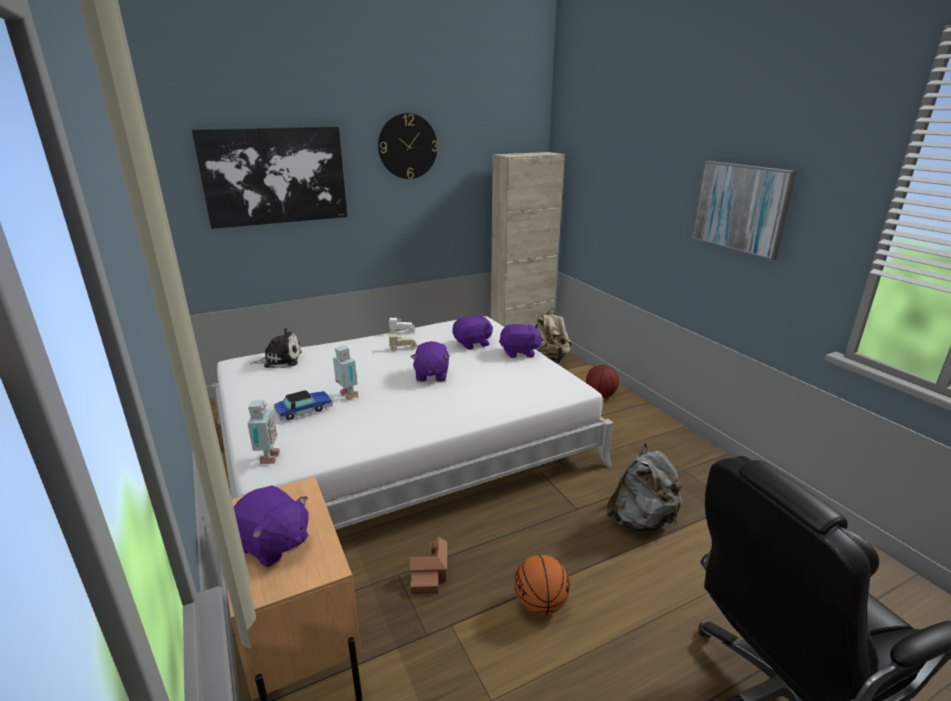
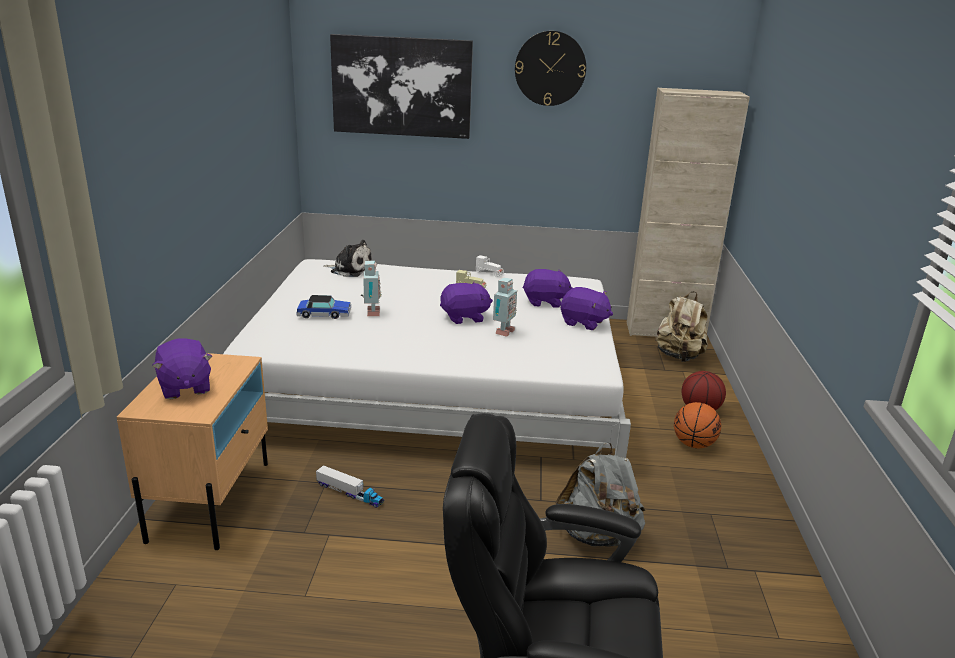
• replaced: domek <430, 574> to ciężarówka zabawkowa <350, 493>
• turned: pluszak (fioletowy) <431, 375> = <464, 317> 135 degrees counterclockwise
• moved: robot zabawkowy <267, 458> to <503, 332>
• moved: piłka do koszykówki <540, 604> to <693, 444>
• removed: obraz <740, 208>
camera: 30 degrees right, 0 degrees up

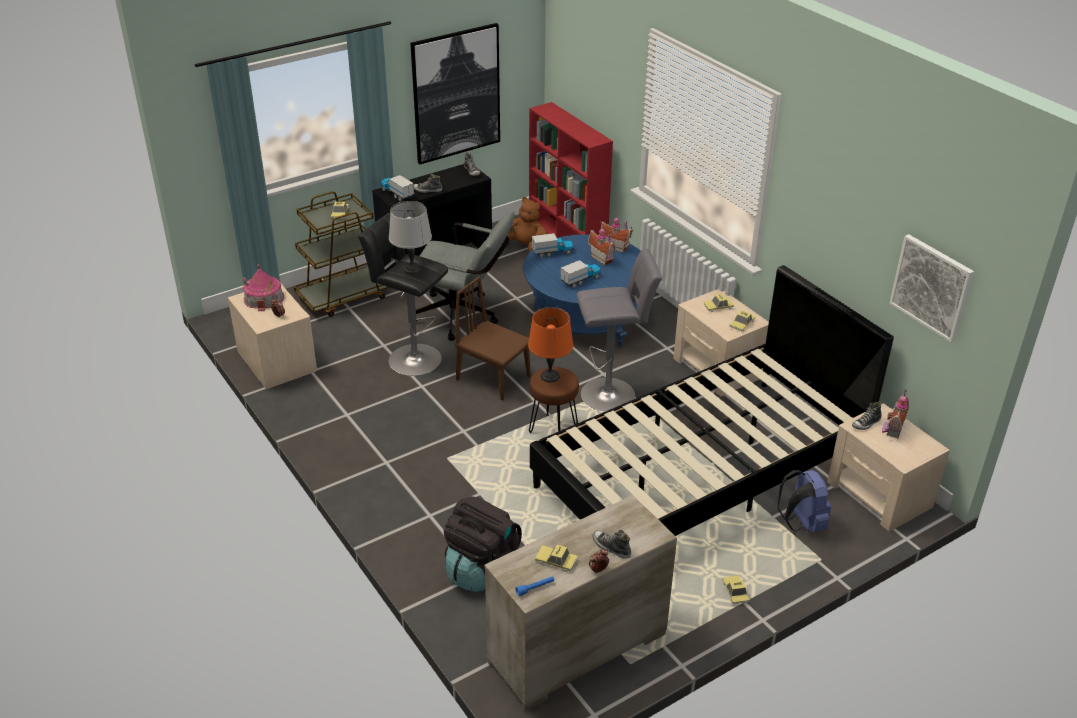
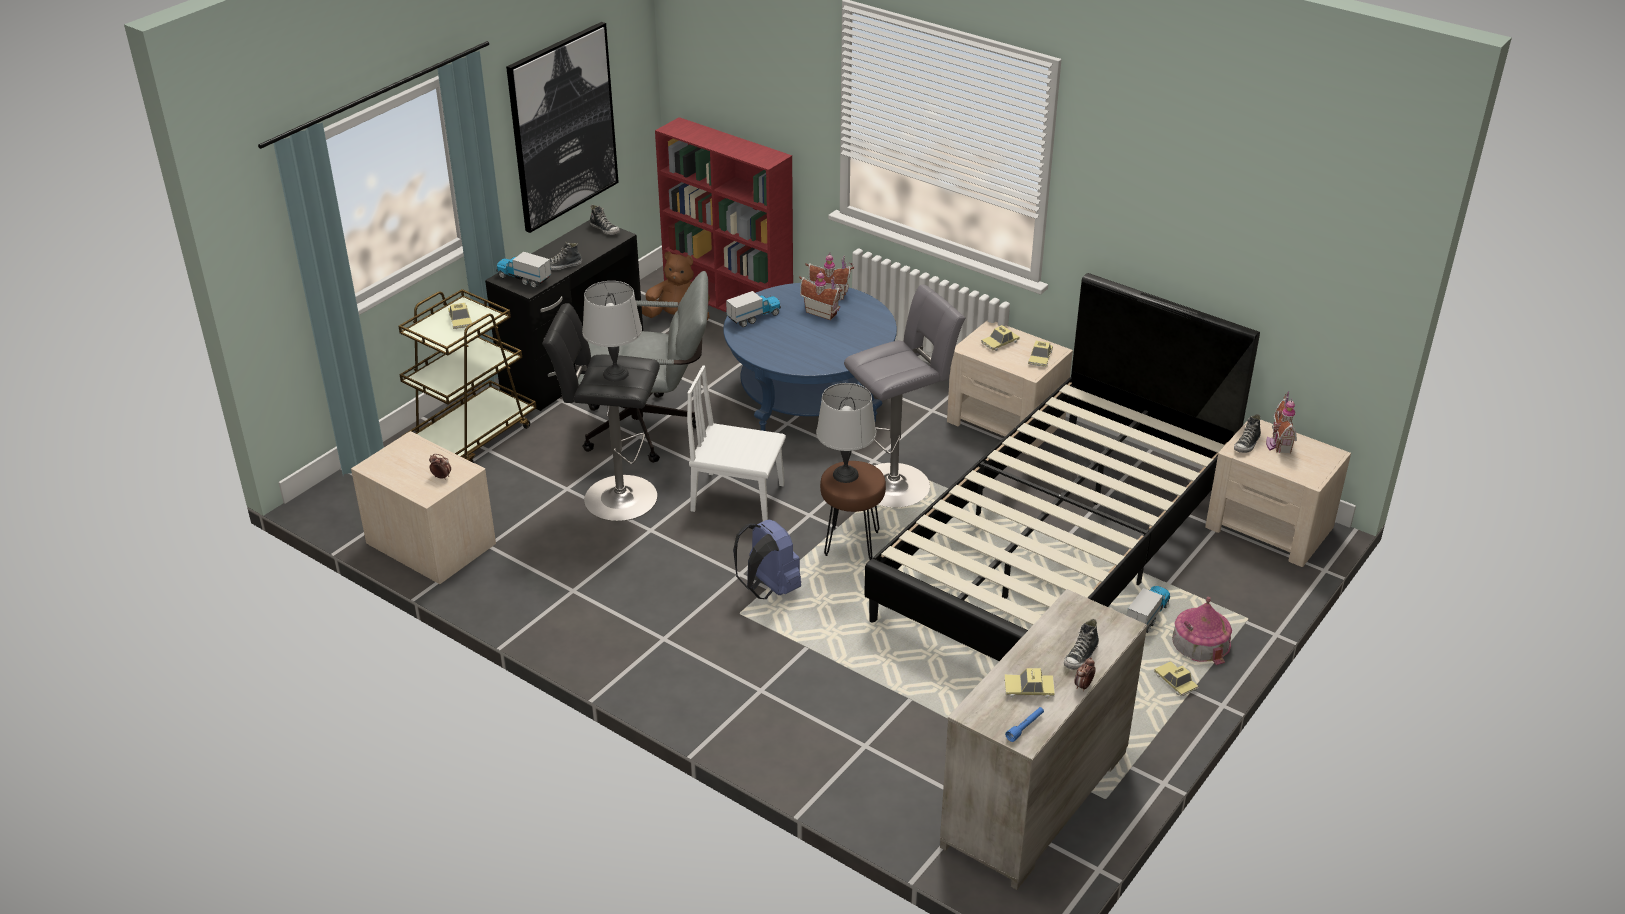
• recoloured: krzesło (brązowy) <493, 378> to krzesło (biały) <738, 497>
• moved: plecak (niebieski) <801, 523> to <768, 589>
• recoloured: lampa stołowa (pomarańczowy) <549, 376> to lampa stołowa (szary) <845, 475>
• turned: but <611, 547> = <1081, 656> 75 degrees counterclockwise
• moved: ciężarówka zabawkowa <580, 280> to <1147, 616>
• moved: domek <264, 298> to <1200, 642>
• removed: plecak (czarny) <481, 569>
• removed: obraz <931, 287>
camera: 20 degrees left, 0 degrees up

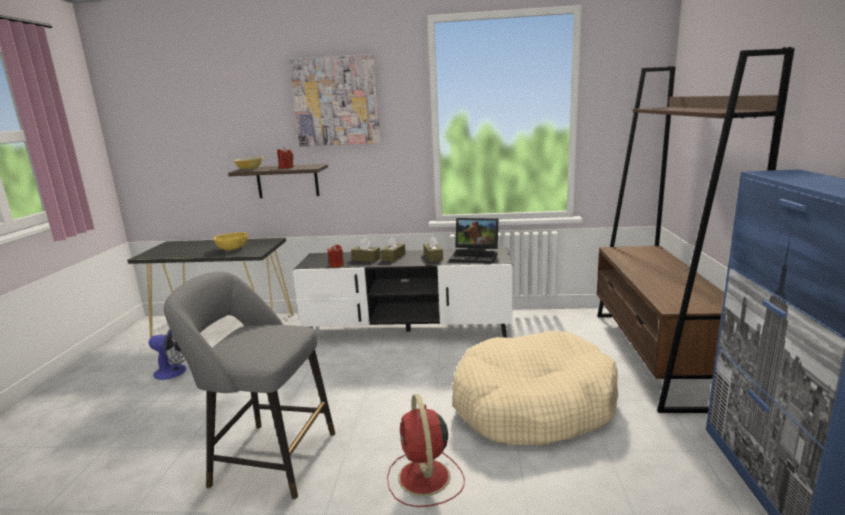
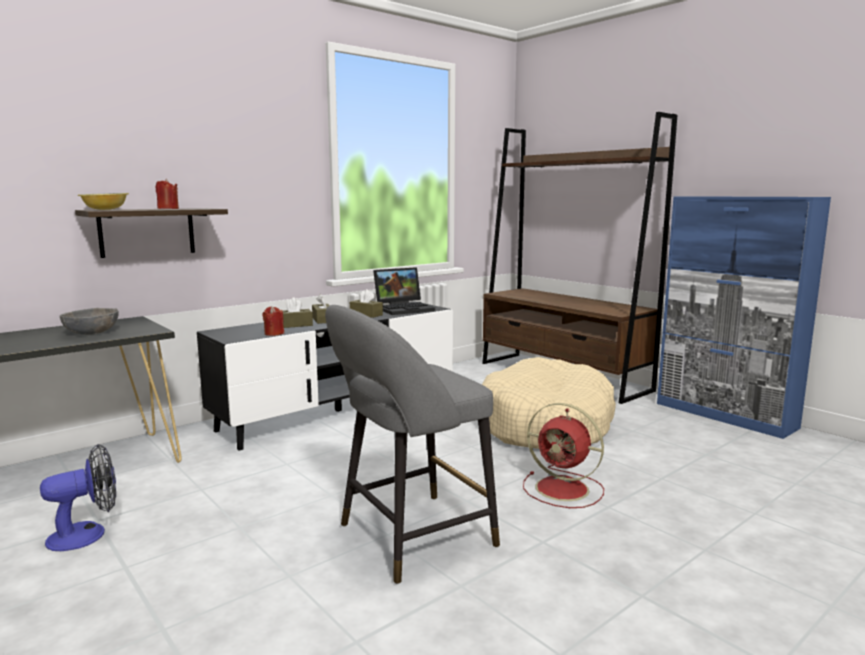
• recoloured: miska (żółty) <232, 248> to miska (szary) <92, 333>
• removed: obraz <336, 101>
camera: 45 degrees left, 5 degrees down

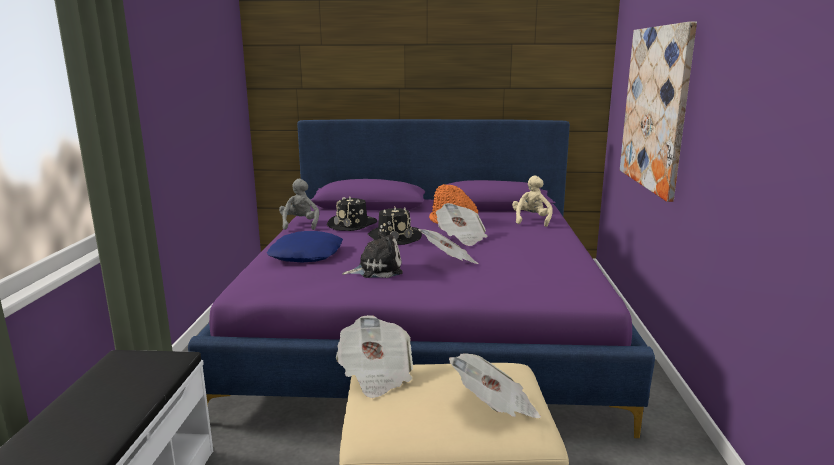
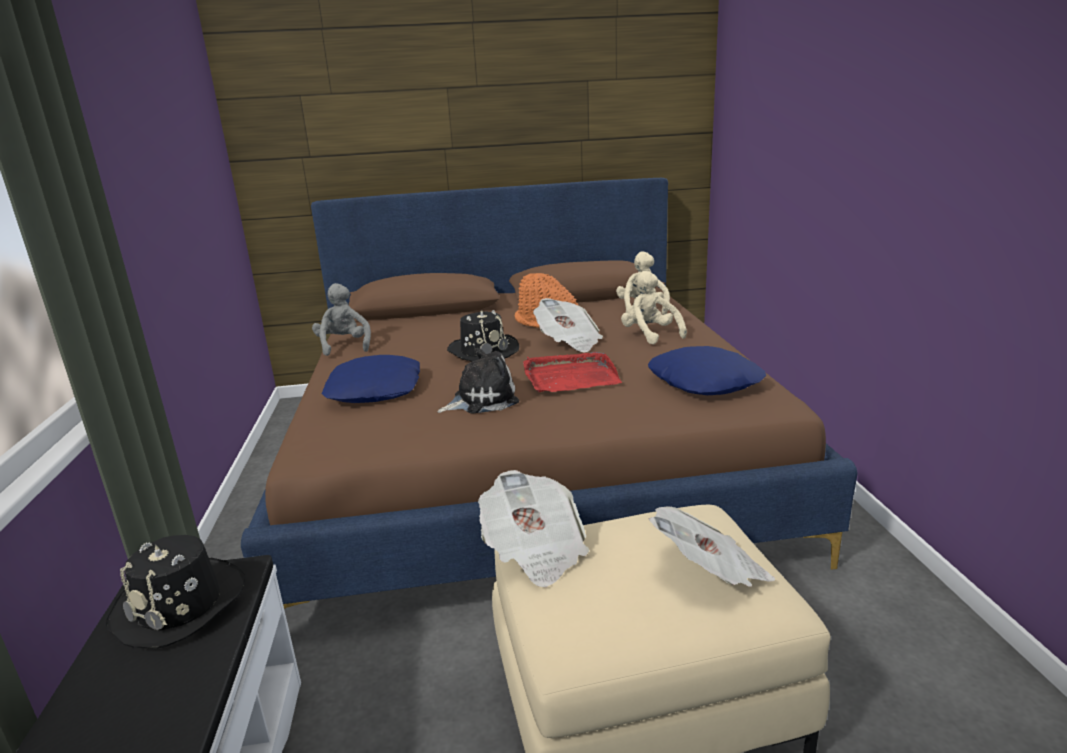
• moved: kapelusz (czarny) <352, 224> to <181, 605>
• recoloured: łóżko (fioletowy) <426, 326> to łóżko (brązowy) <528, 459>
• replaced: gazeta <449, 261> to taca (czerwony) <569, 377>
• added: pluszak (beżowy) <650, 335>
• added: poduszka (niebieski) <705, 381>
• removed: obraz <655, 108>
camera: 10 degrees left, 5 degrees up

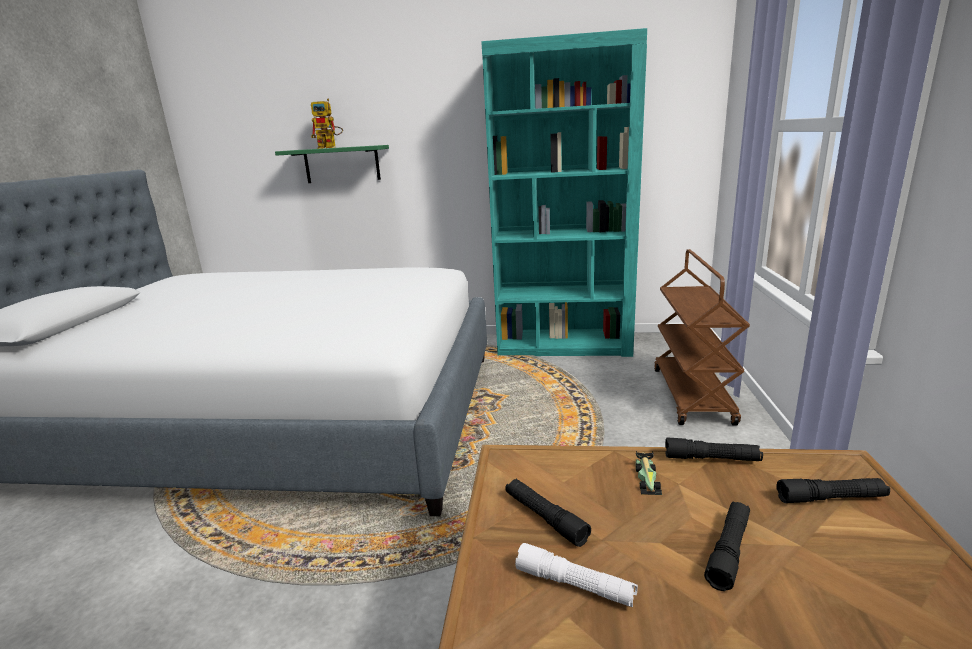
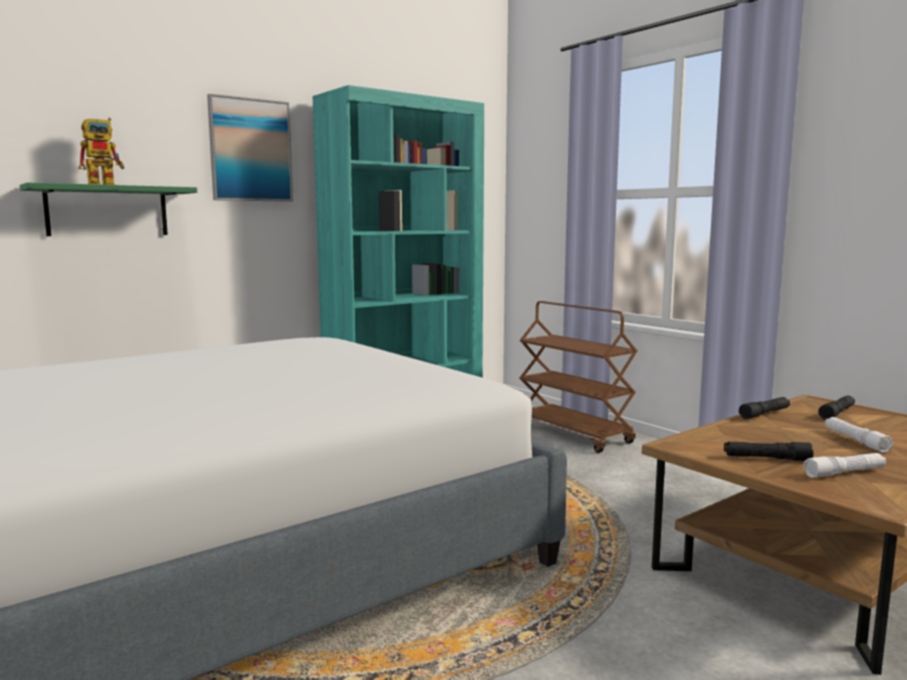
• added: obraz <250, 150>
• recoloured: latarka (czarny) <729, 551> to latarka (biały) <855, 440>
• removed: samochodzik <646, 477>
camera: 45 degrees left, 10 degrees down

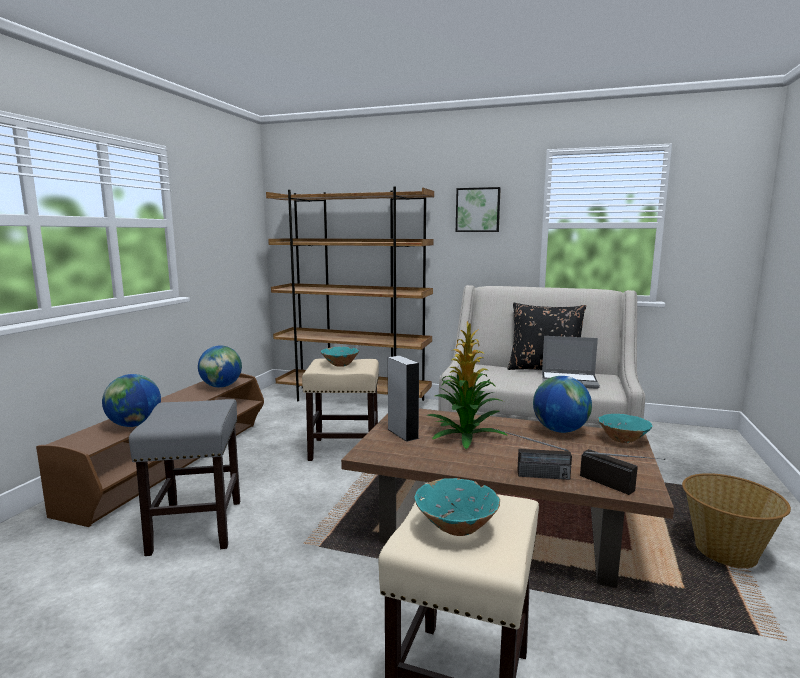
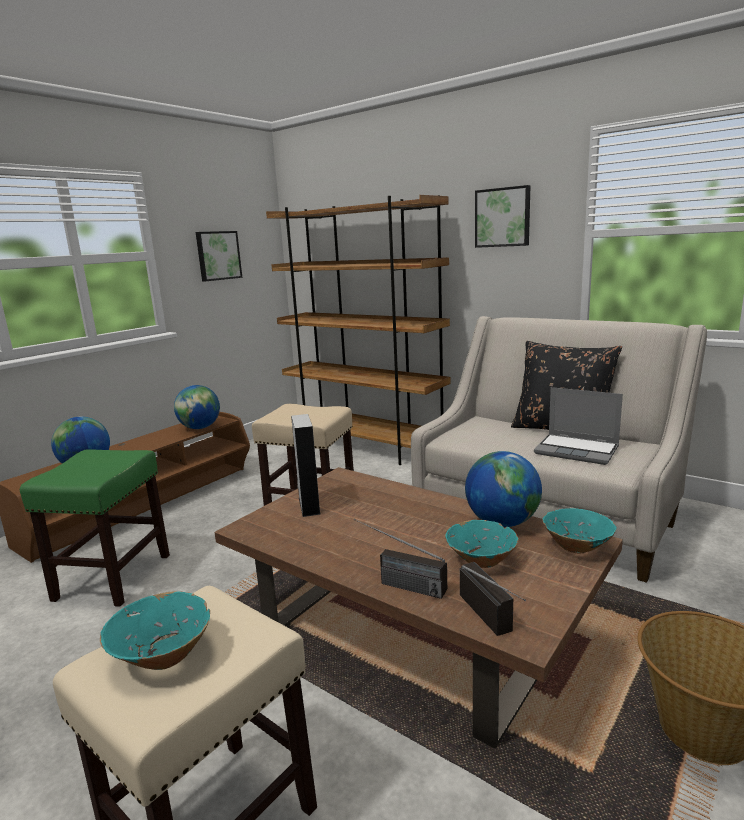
• recoloured: stołek (szary) <197, 525> to stołek (zielony) <114, 576>
• added: obraz <218, 255>
• moved: miska (turkusowy) <340, 364> to <481, 560>
• removed: roślina doniczkowa <464, 435>
camera: 20 degrees right, 5 degrees up

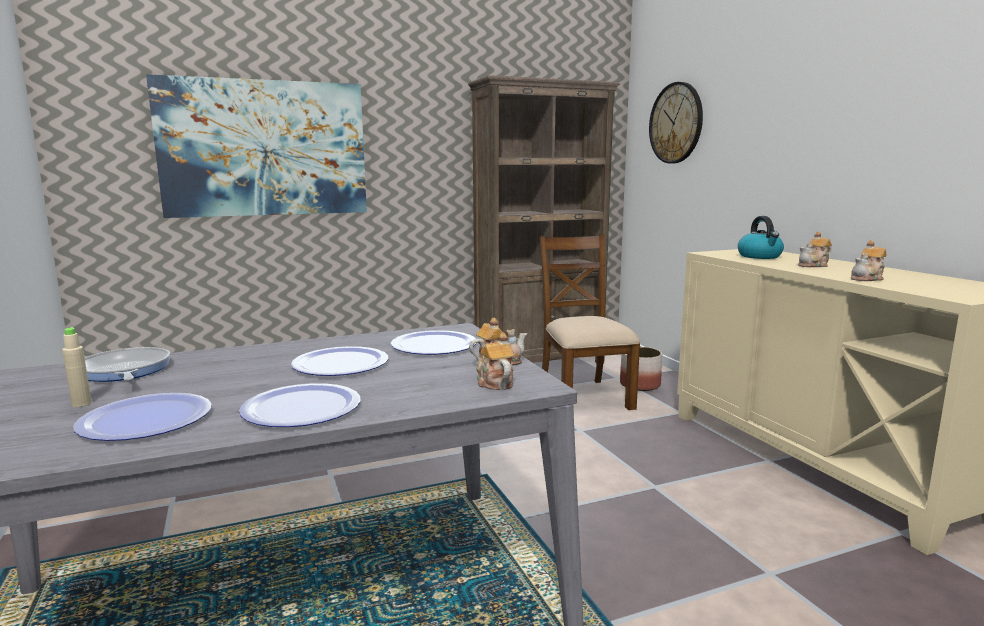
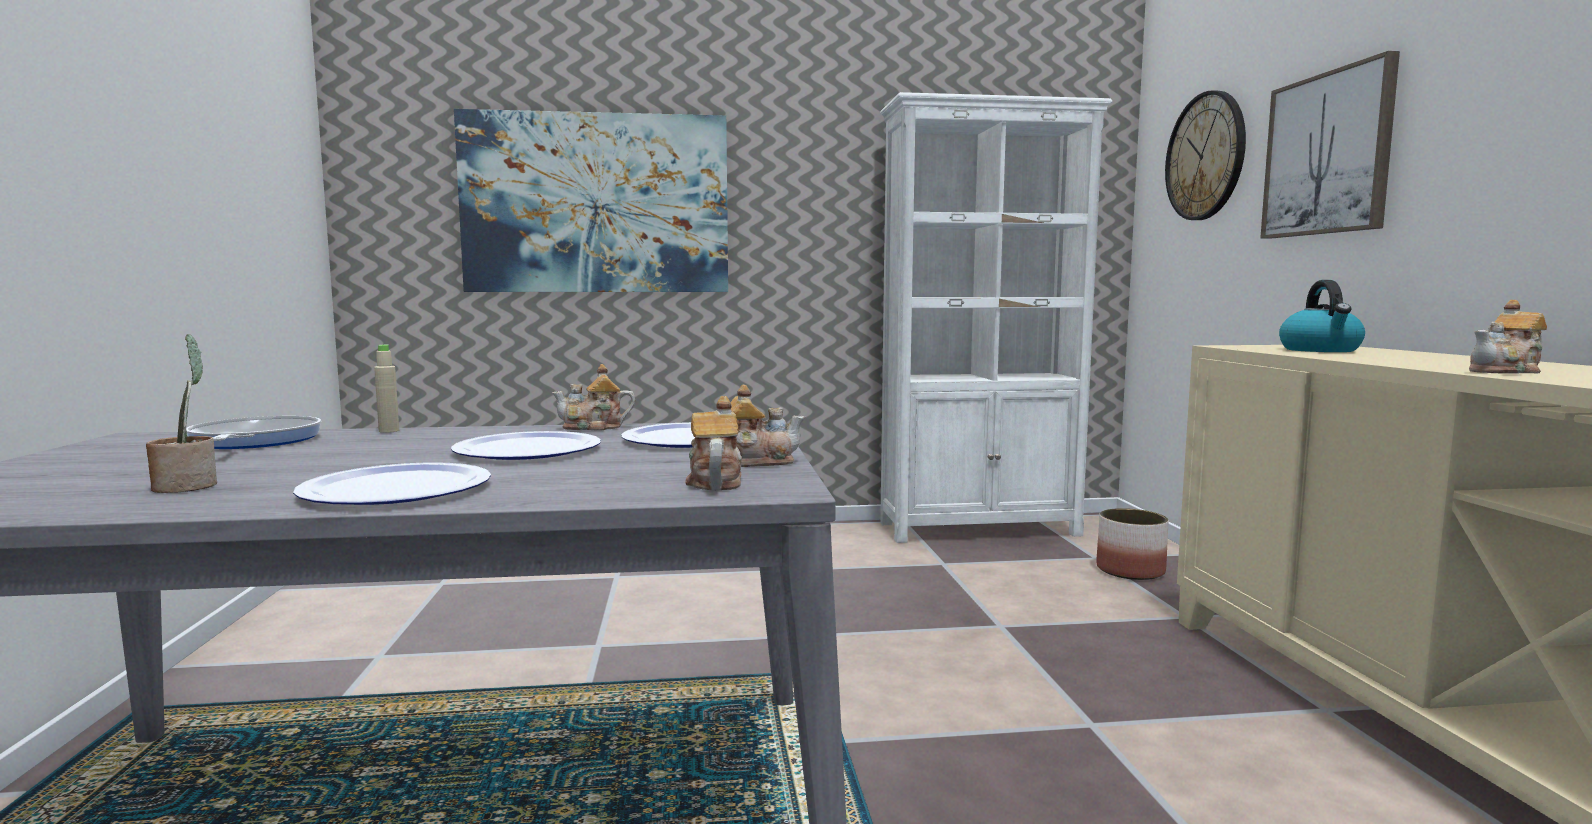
• replaced: talerz <146, 419> to roślina doniczkowa <187, 486>
• moved: butelka (beżowy) <81, 404> to <389, 431>
• moved: imbryk <814, 265> to <594, 427>
• recoloured: regał (brązowy) <540, 363> to regał (biały) <980, 529>
• added: obraz <1328, 154>
• removed: krzesło (brązowy) <583, 396>
camera: 15 degrees right, 5 degrees down

